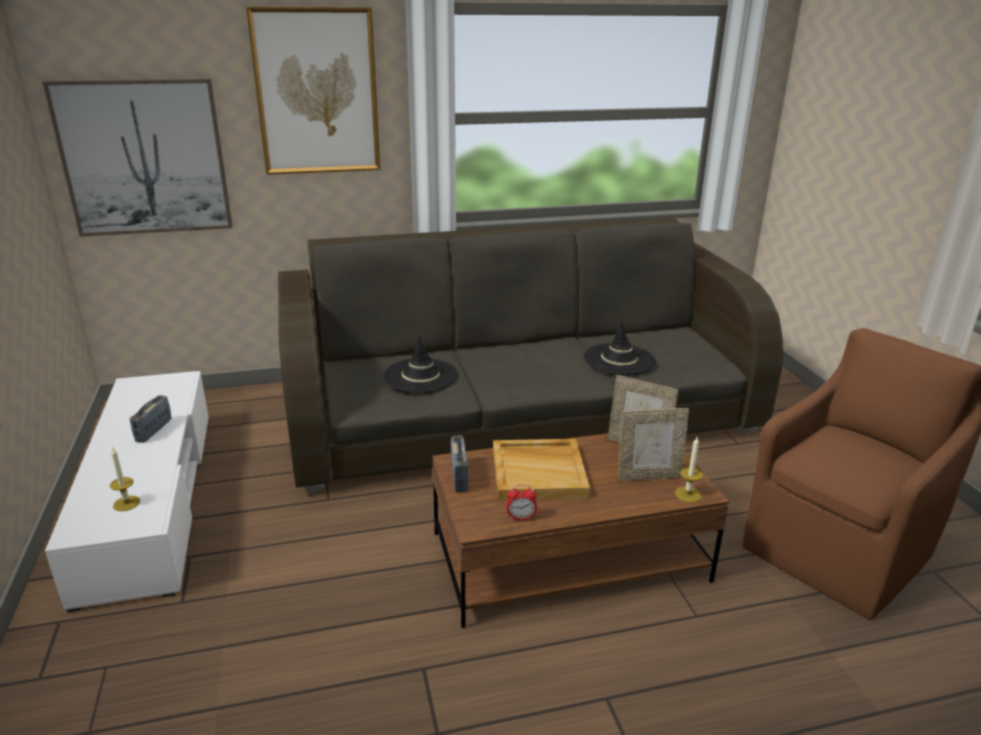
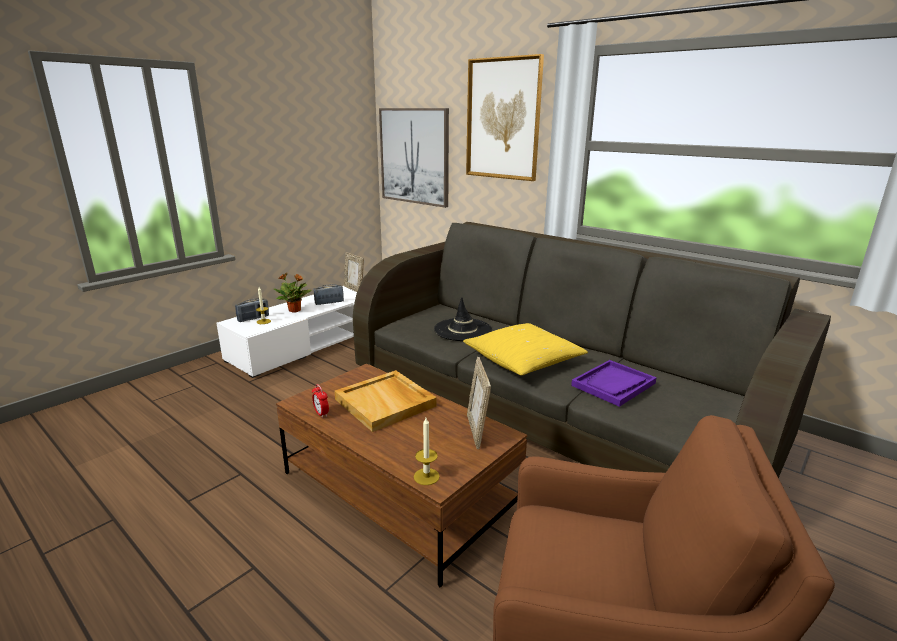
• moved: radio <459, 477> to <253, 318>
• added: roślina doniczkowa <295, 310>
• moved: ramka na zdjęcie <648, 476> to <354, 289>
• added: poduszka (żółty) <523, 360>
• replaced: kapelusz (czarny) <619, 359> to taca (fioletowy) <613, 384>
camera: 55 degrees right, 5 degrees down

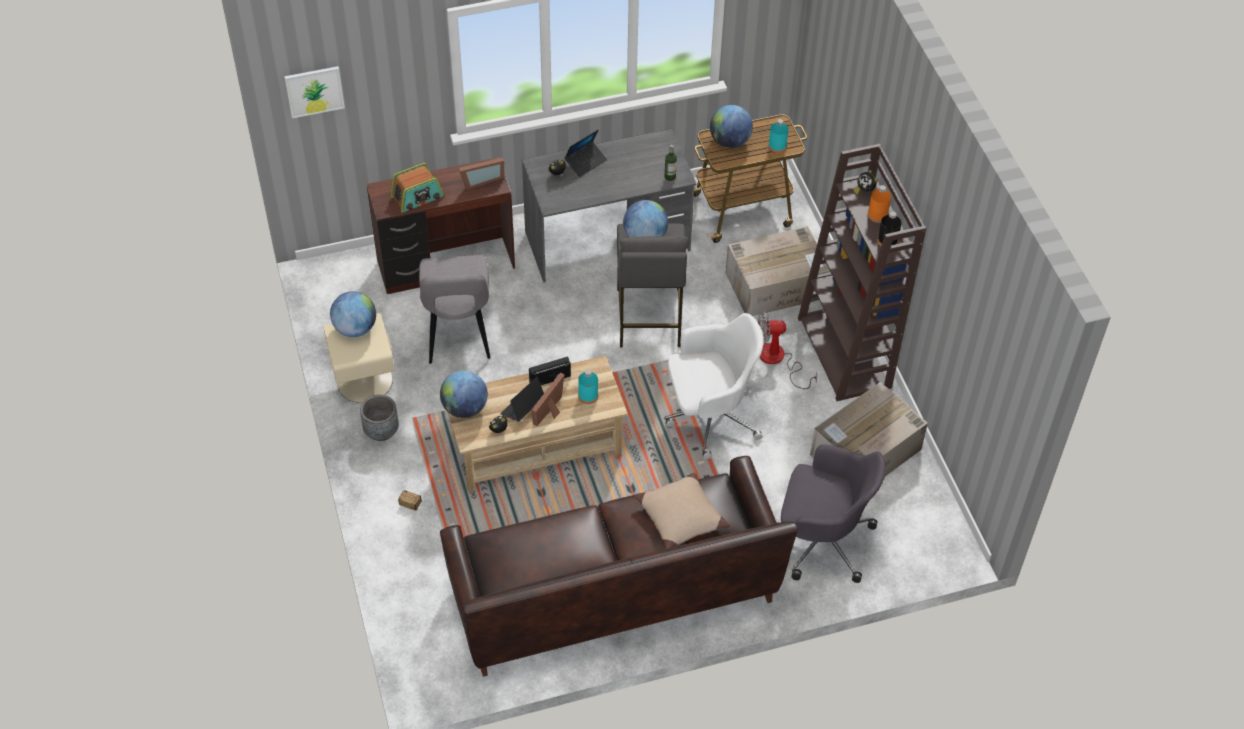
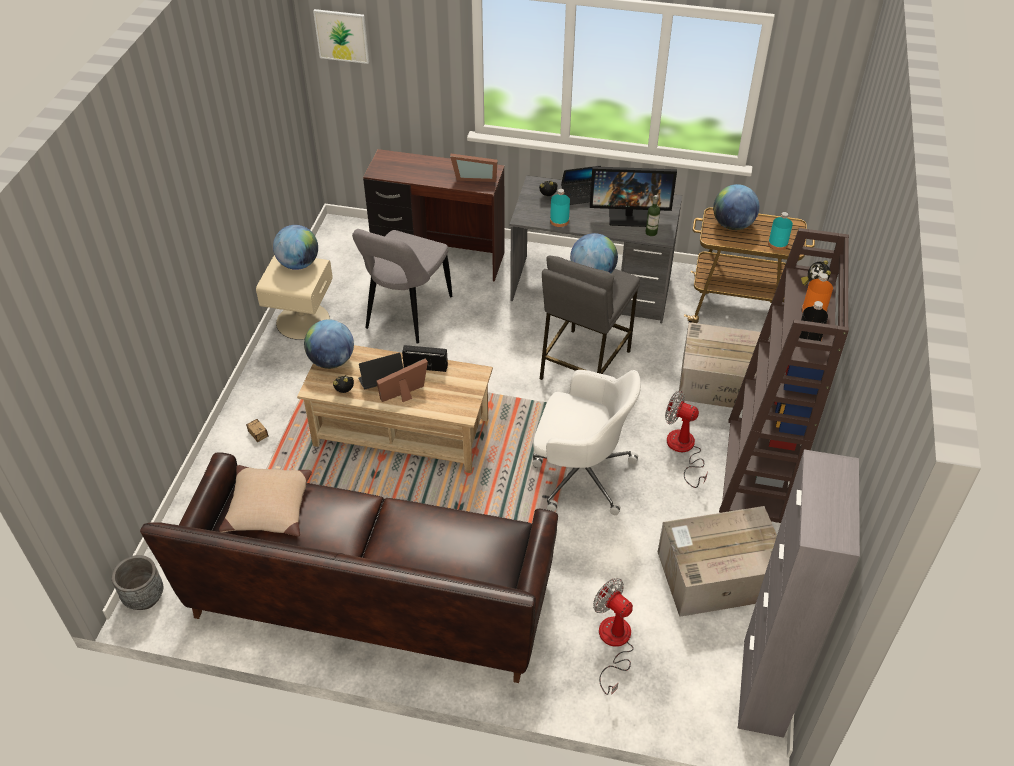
• moved: donica (szary) <381, 431> to <144, 597>
• moved: poduszka (beżowy) <681, 517> to <269, 507>
• moved: butelka (turkusowy) <588, 396> to <559, 221>
• added: monitor <629, 215>
• replaced: krzesło biurowe (szary) <821, 540> to wentylator <613, 643>
• added: szafka (szary) <763, 687>
• removed: radio <417, 197>
camera: 30 degrees right, 5 degrees down

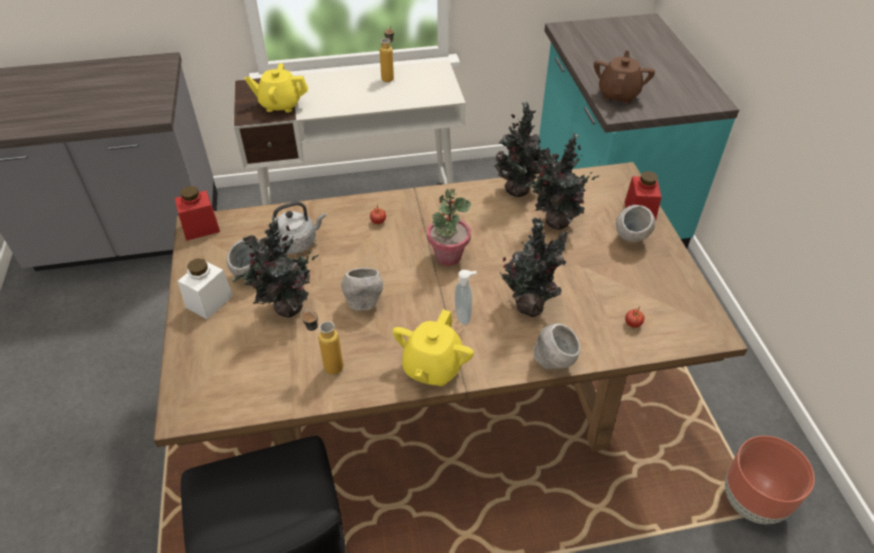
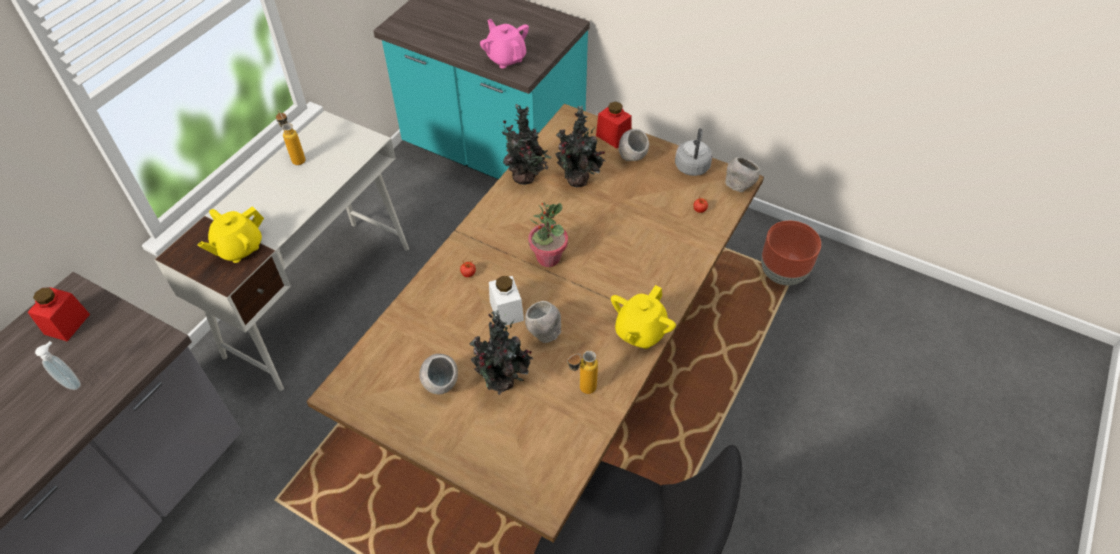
• moved: słoik (czerwony) <201, 228> to <67, 324>
• moved: dozownik mydła <464, 316> to <72, 382>
• recoloured: imbryk (brązowy) <618, 94> to imbryk (różowy) <506, 58>
• moved: słoik (biały) <209, 301> to <506, 311>
• turned: imbryk (żółty) <432, 367> = <640, 332> 60 degrees clockwise
• moved: czajnik (szary) <297, 242> to <692, 165>
• moved: miska (szary) <553, 362> to <738, 186>
• removed: roślina doniczkowa <530, 304>
camera: 50 degrees left, 5 degrees up

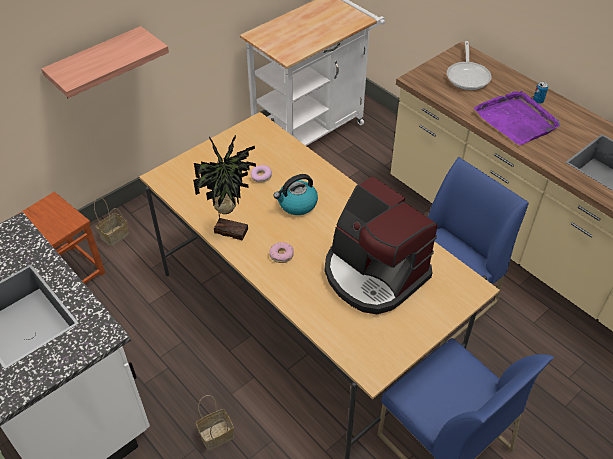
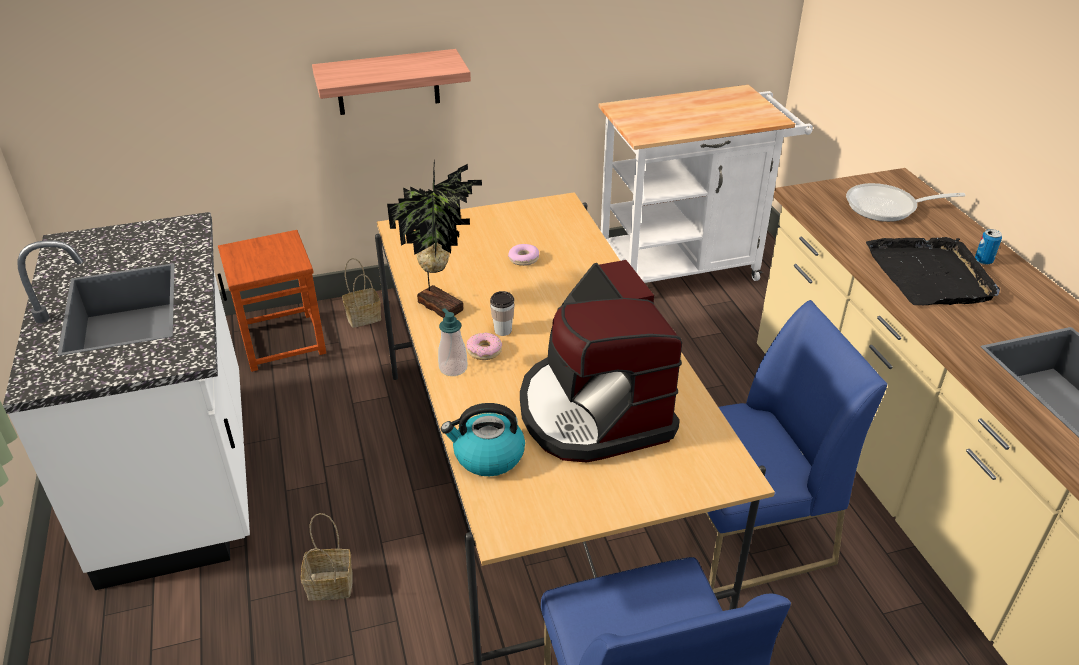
• added: dozownik mydła <453, 368>
• moved: czajnik <297, 204> to <487, 456>
• added: filiżanka <503, 330>
• turned: patelnia <468, 76> = <887, 208> 60 degrees clockwise
• recoloured: taca (fioletowy) <516, 120> to taca (czarny) <930, 275>
camera: 25 degrees right, 10 degrees down

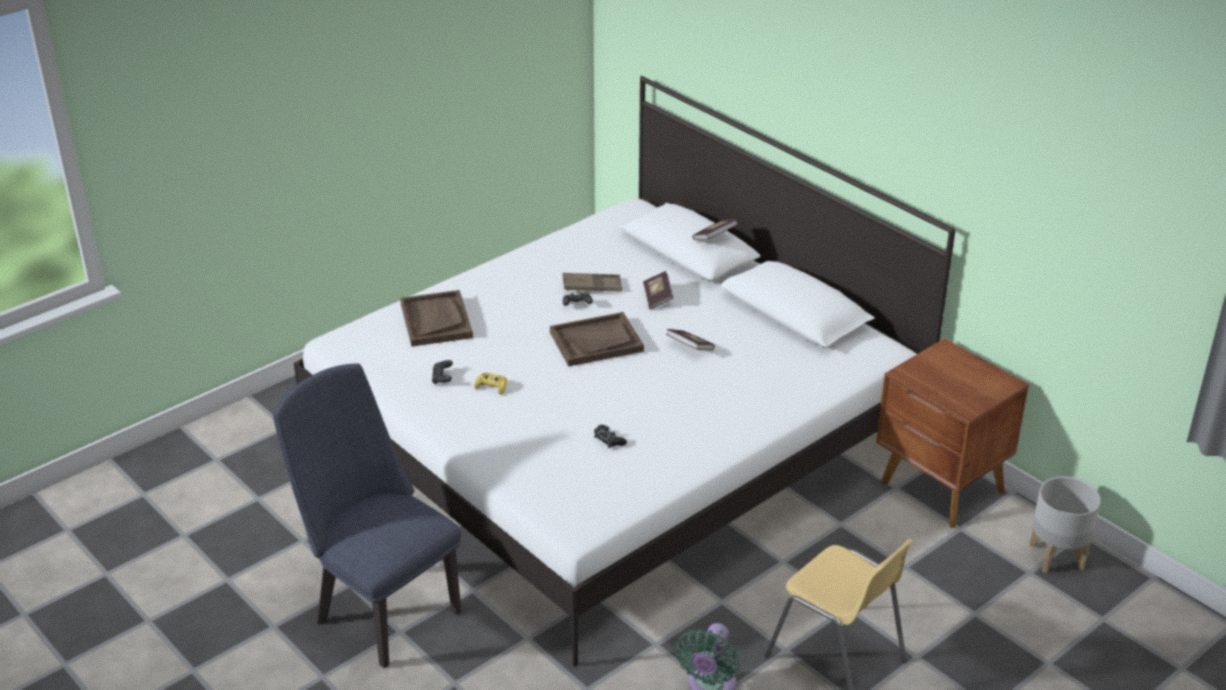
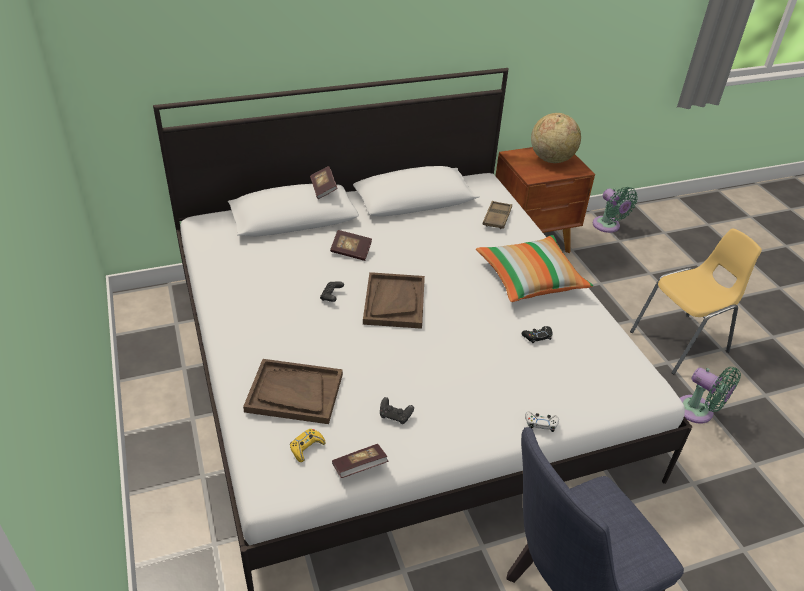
• moved: pad do gier (żółty) <491, 387> to <306, 447>
• moved: książka <689, 348> to <359, 467>
• added: poduszka <530, 279>
• moved: taca (brązowy) <592, 286> to <497, 218>
• added: pad do gier (biały) <541, 423>
• added: globus <551, 159>
• replaced: donica (szary) <1057, 556> to wentylator (zielony) <608, 226>
camera: 70 degrees left, 5 degrees up

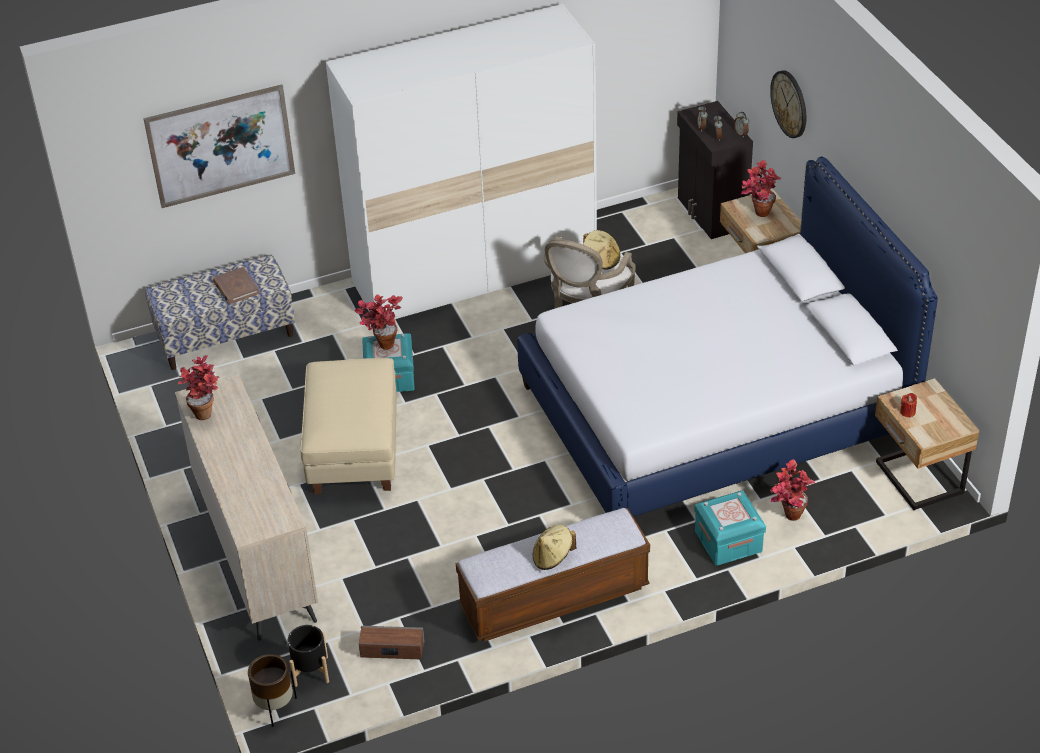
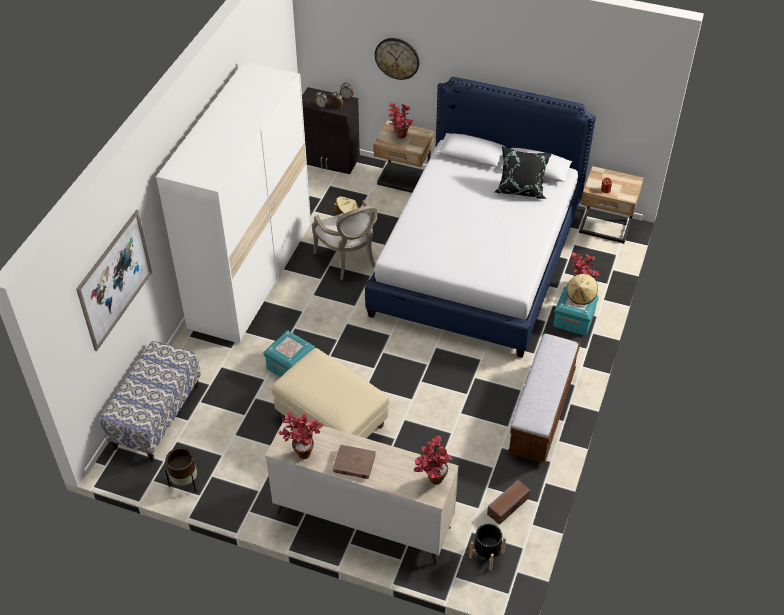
• moved: donica (brązowy) <275, 707> to <185, 482>
• moved: książka (brązowy) <236, 288> to <354, 463>
• moved: roślina doniczkowa <381, 343> to <431, 480>
• added: poduszka (czarny) <521, 189>
• moved: kapelusz (beżowy) <553, 557> to <581, 296>
camera: 50 degrees left, 5 degrees up

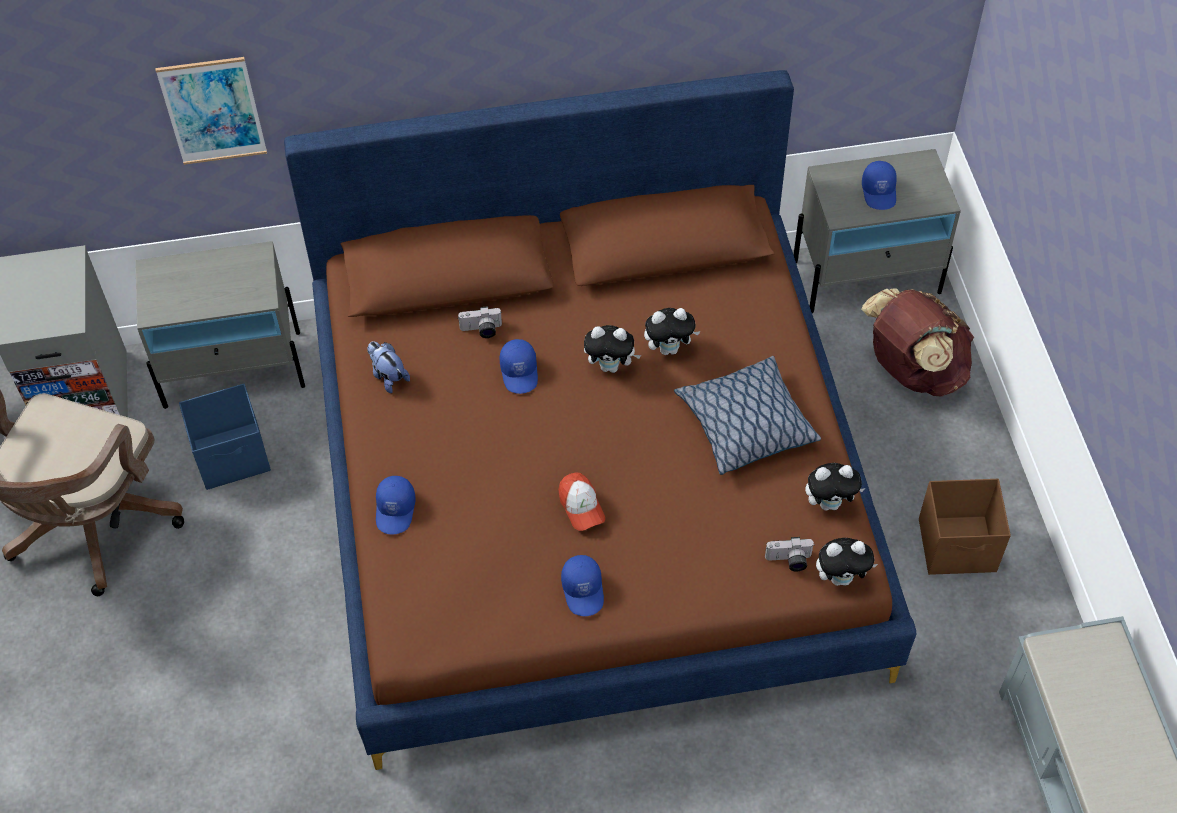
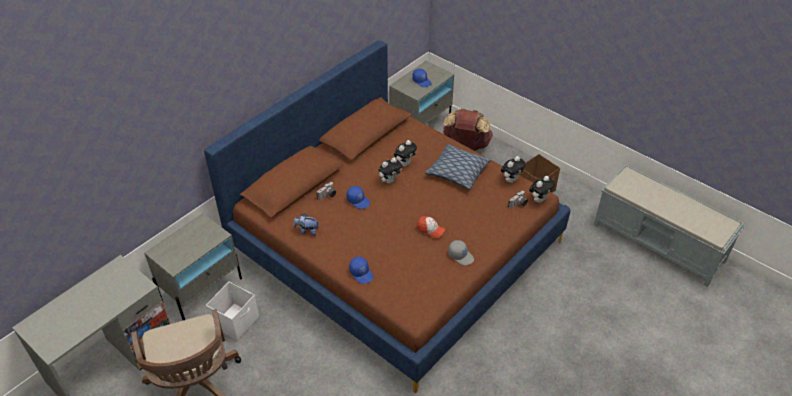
• recoloured: pojemnik do przechowywania (niebieski) <233, 456> to pojemnik do przechowywania (biały) <236, 321>
• recoloured: czapka z daszkiem (niebieski) <584, 590> to czapka z daszkiem (szary) <461, 256>
• removed: obraz <213, 111>
camera: 40 degrees left, 10 degrees down

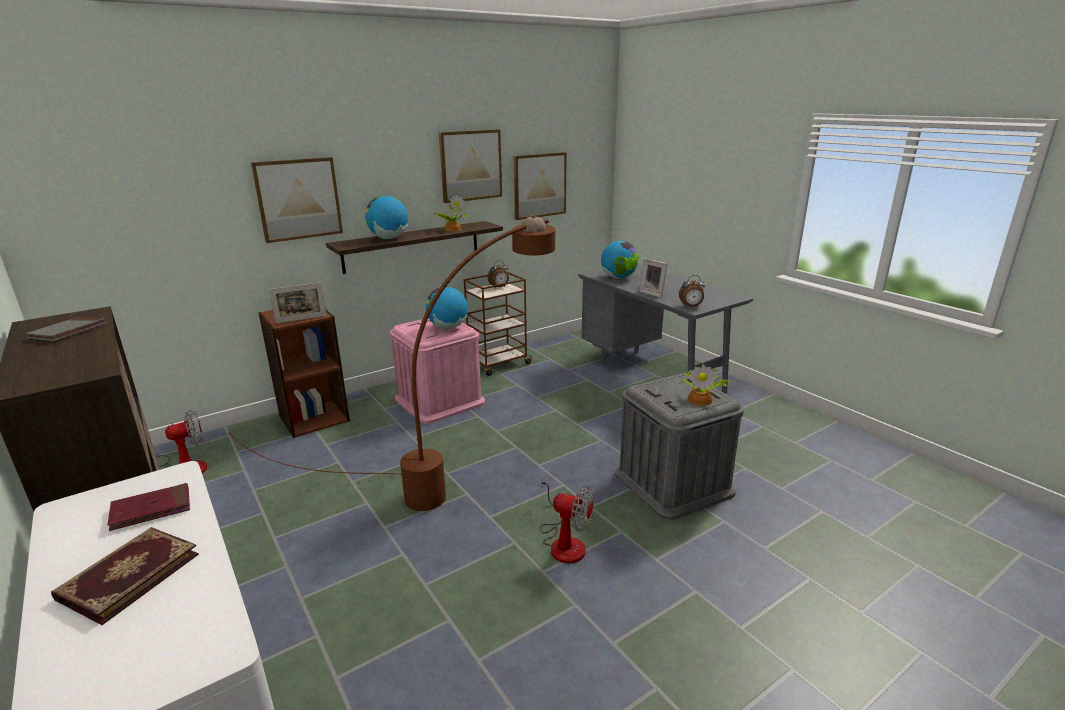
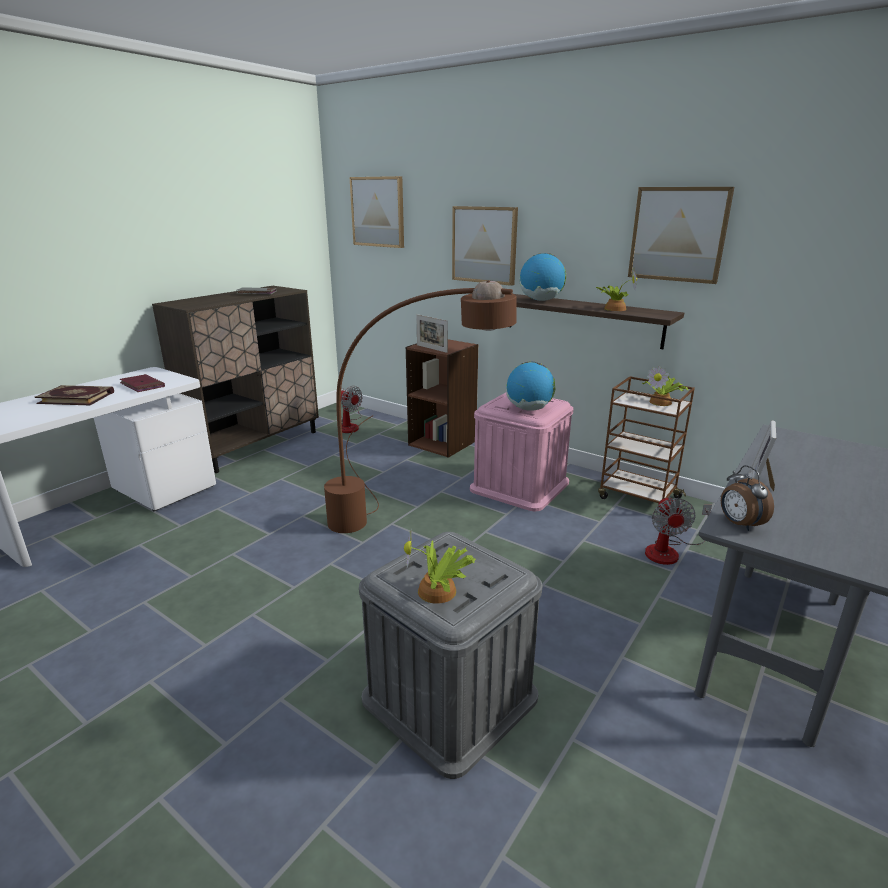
• moved: obraz <539, 185> to <378, 212>
• replaced: budzik <499, 287> to roślina doniczkowa <662, 402>
• moved: wentylator <563, 542> to <669, 551>
• removed: globus <618, 278>
camera: 70 degrees right, 0 degrees up

